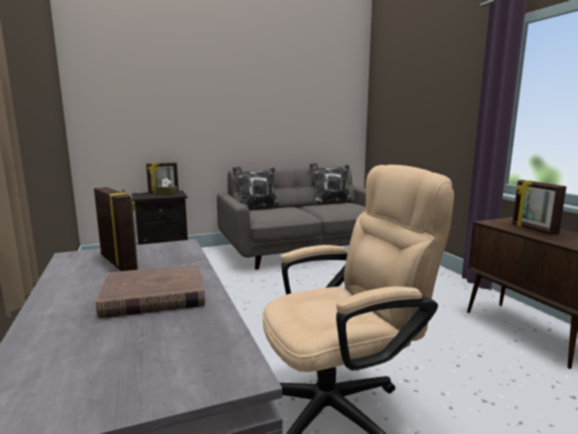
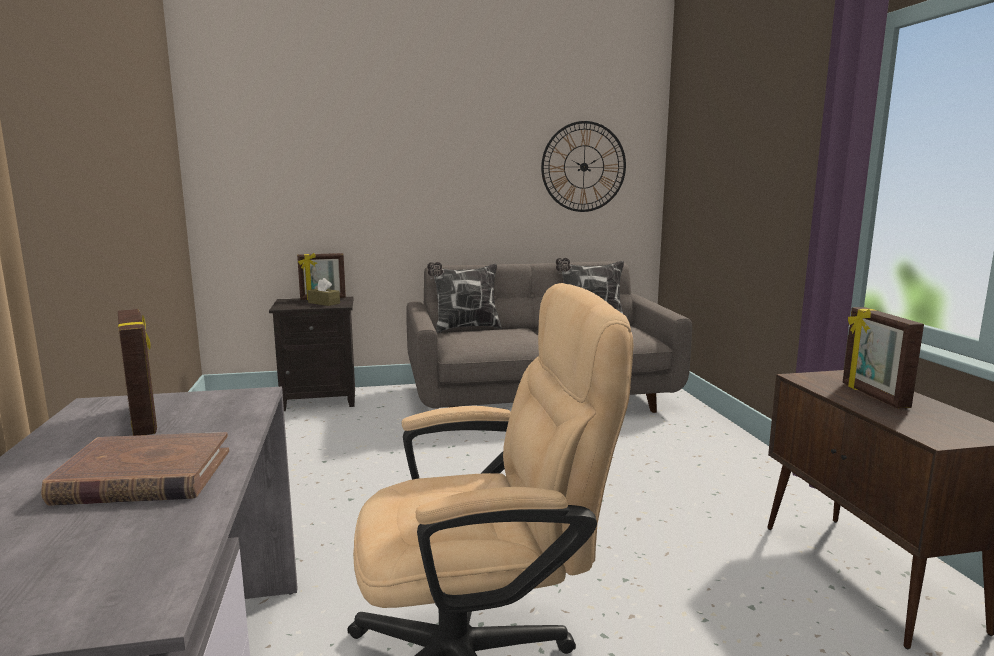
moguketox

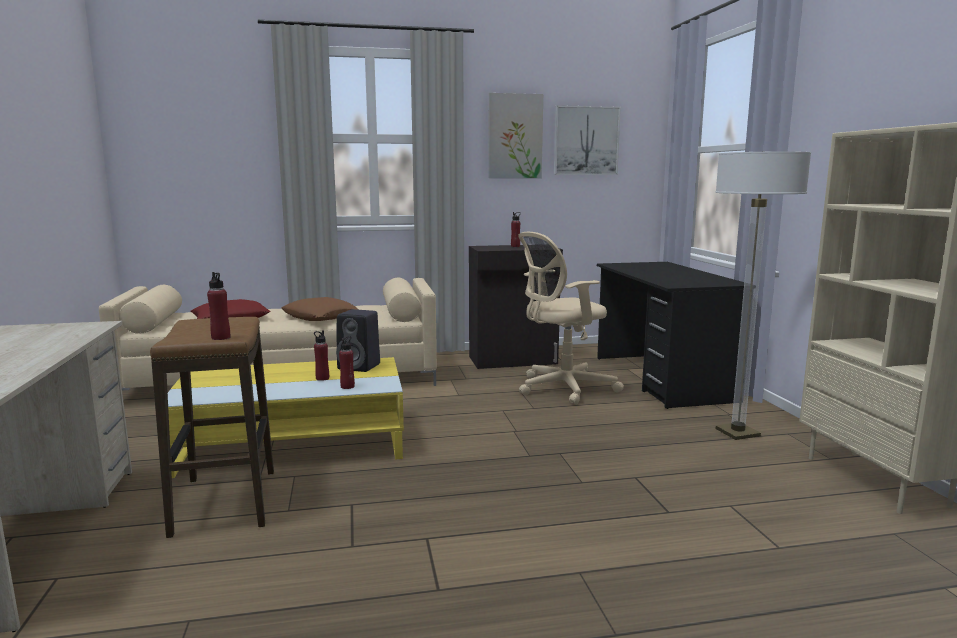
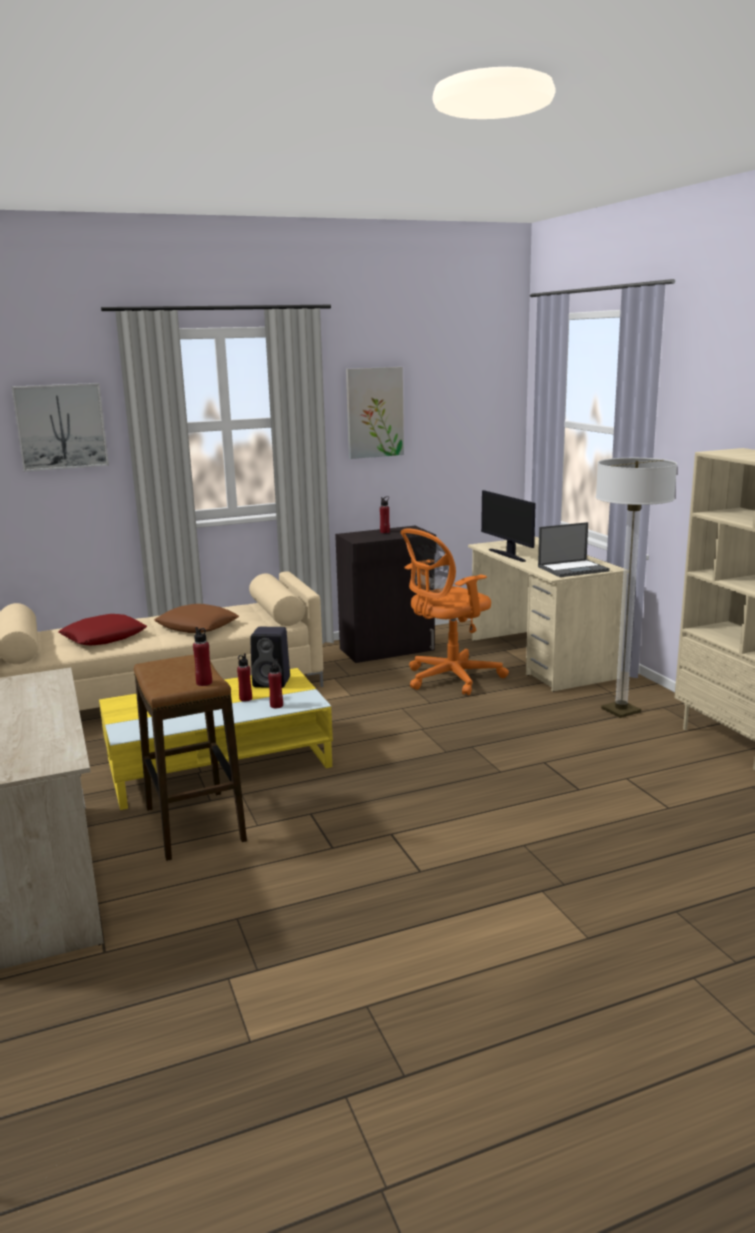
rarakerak
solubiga
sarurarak (1st from left)
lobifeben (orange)
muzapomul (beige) (2nd from left)

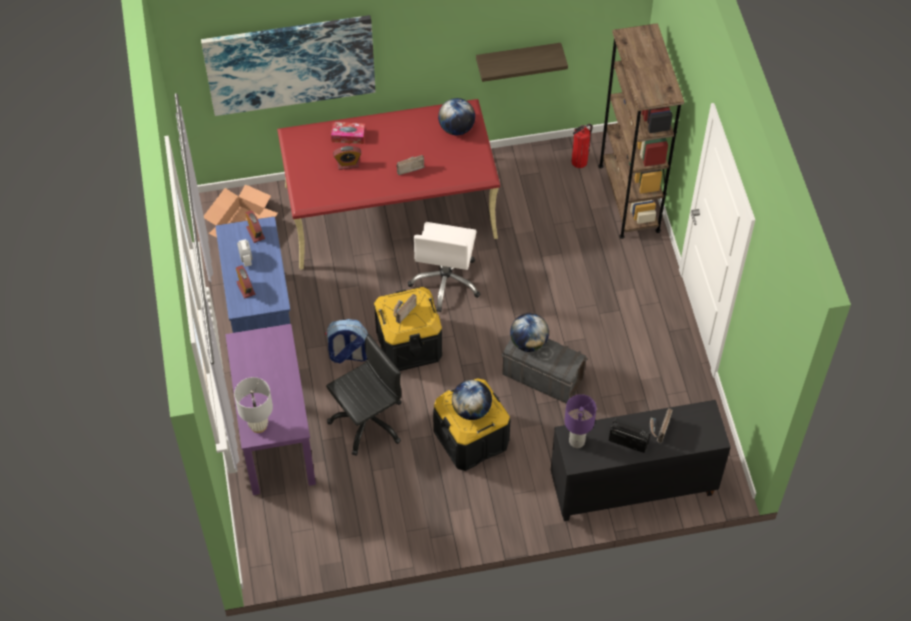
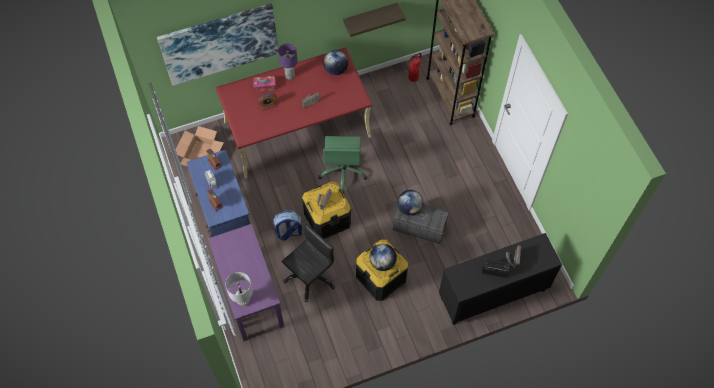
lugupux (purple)
lobifeben (green)

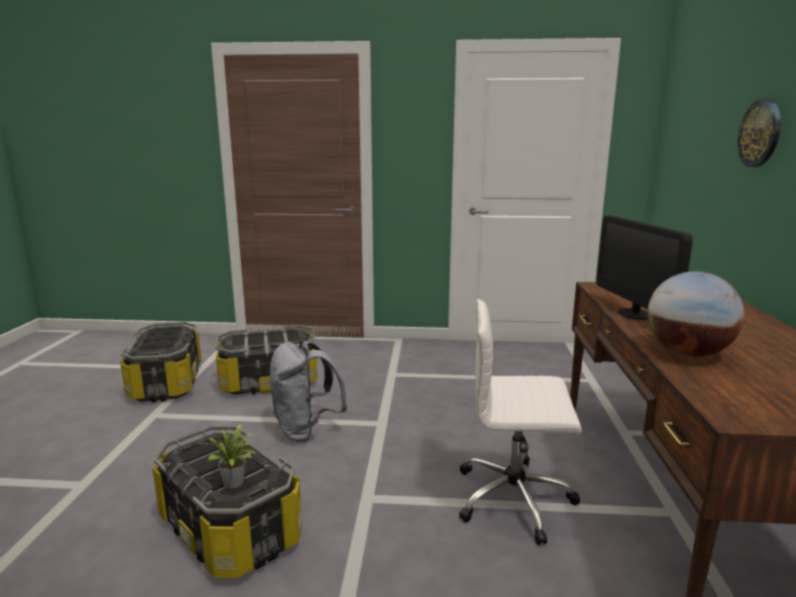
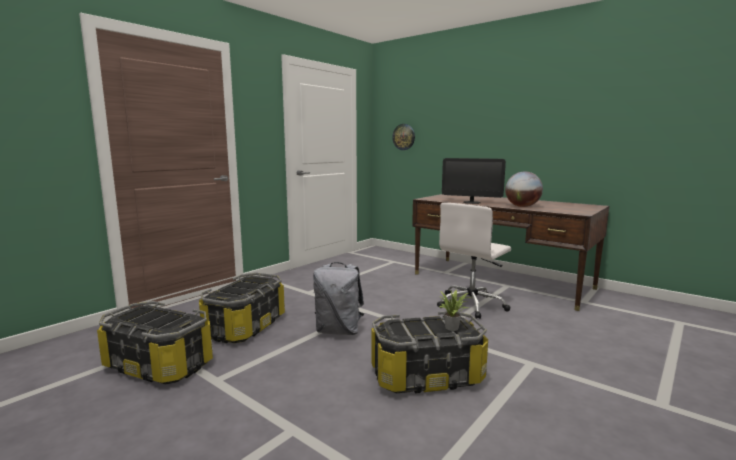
moguketox

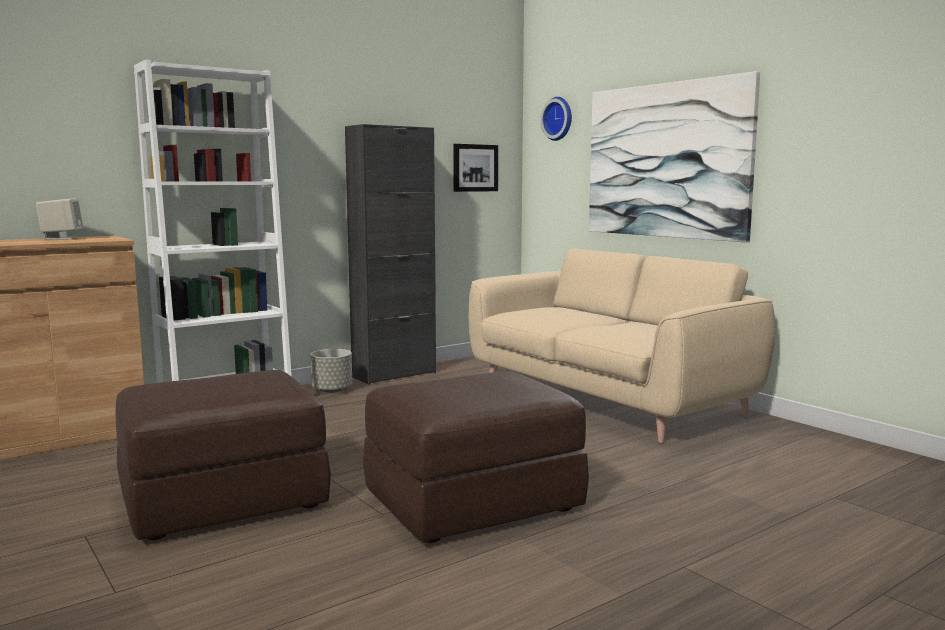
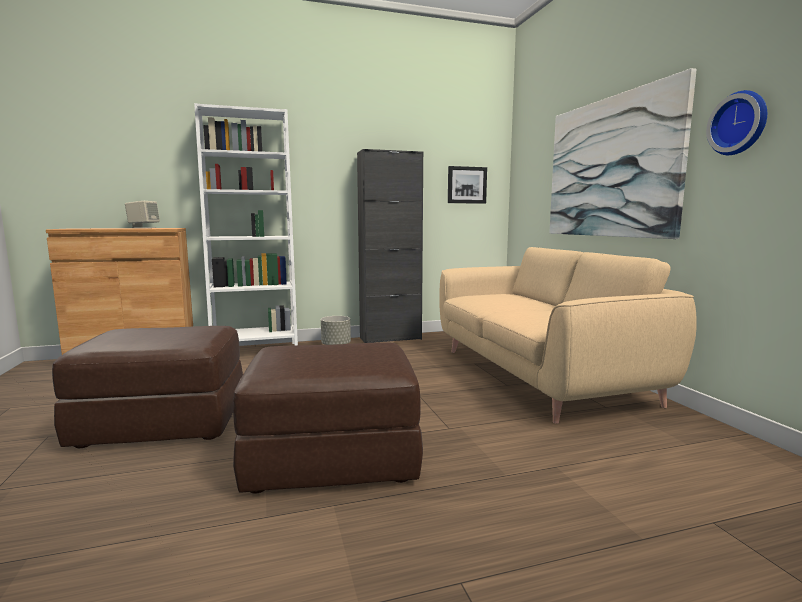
moguketox

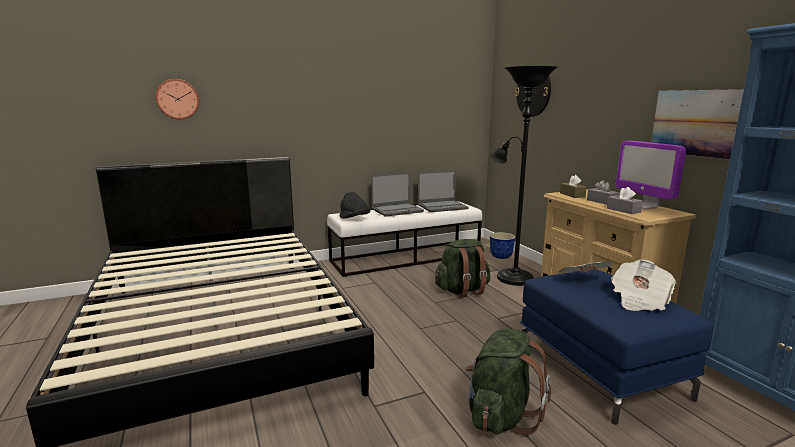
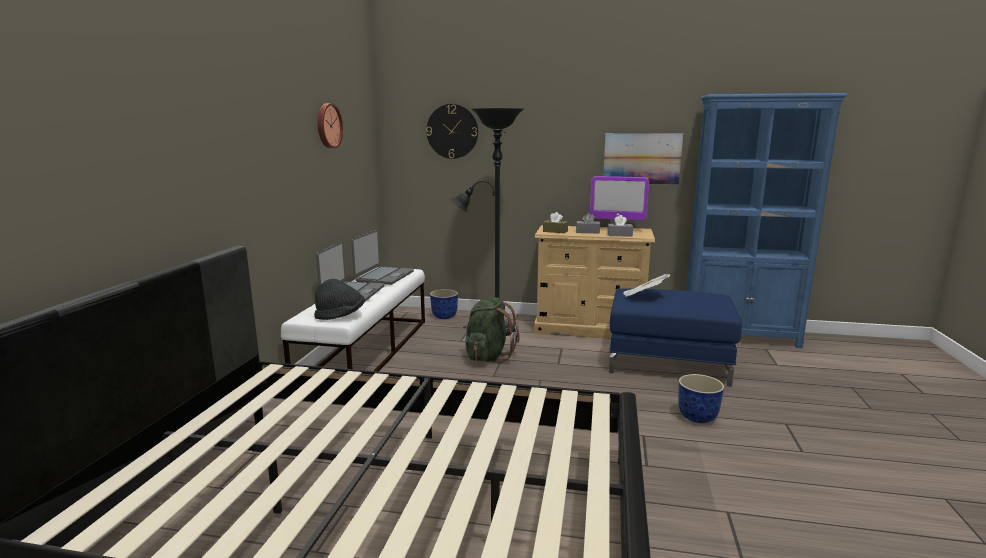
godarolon (2nd from left in the first image)
moguketox (1st from left)
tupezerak (2nd from left)

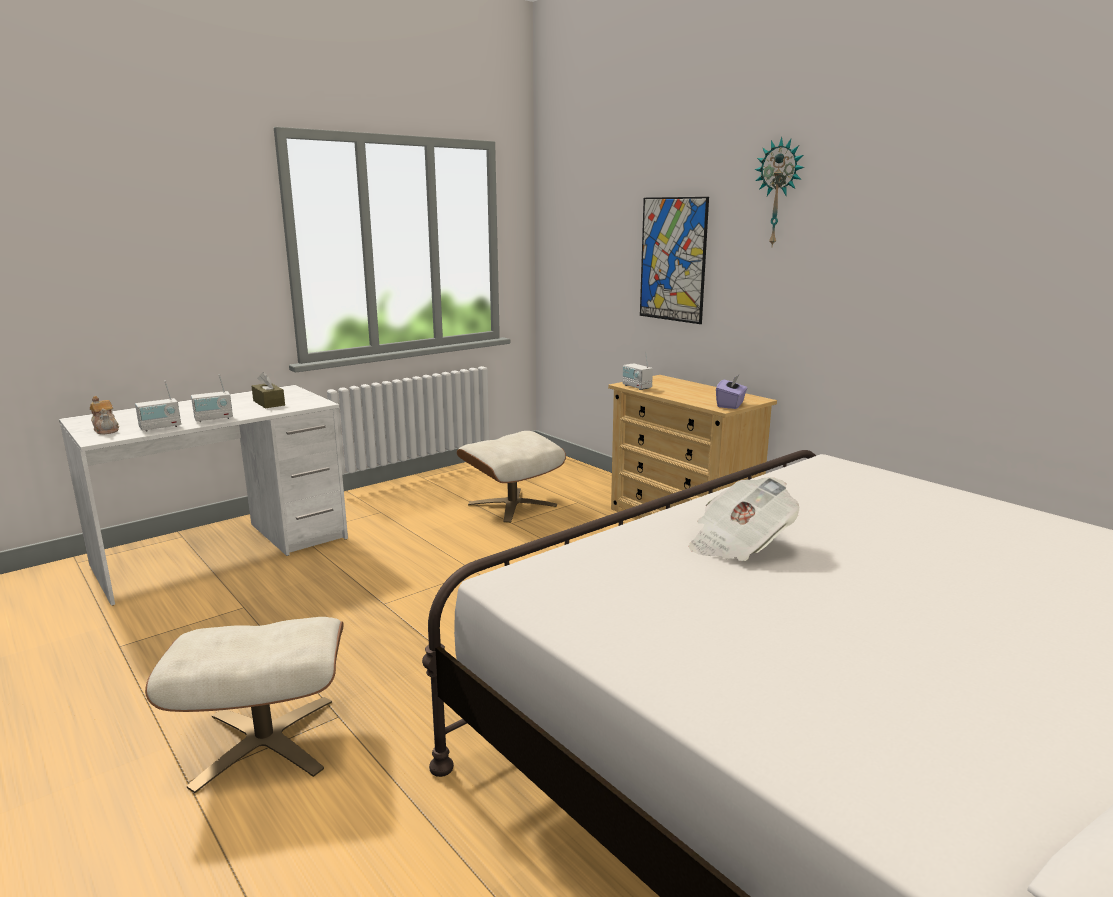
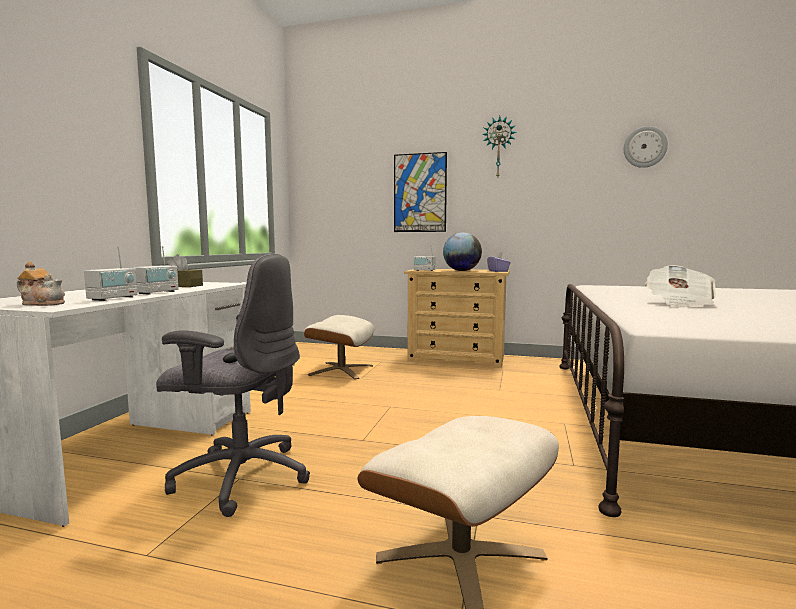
lobifeben (grey)
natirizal
moguketox (2nd from left)

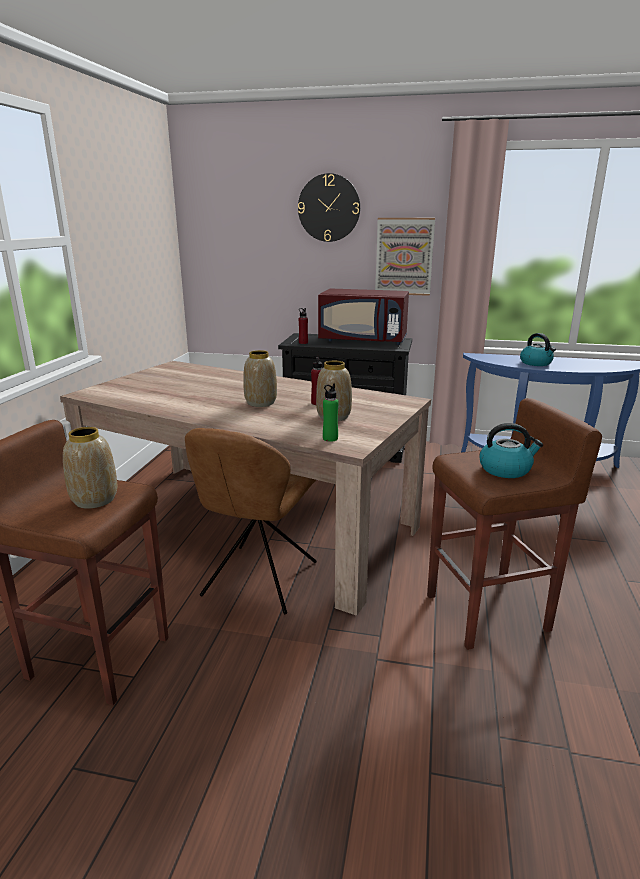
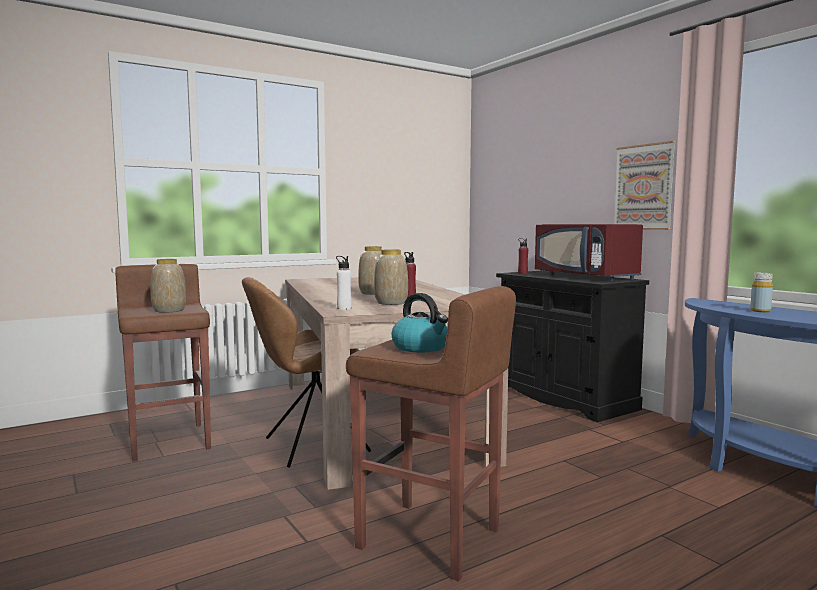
moguketox
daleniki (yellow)
daleniki (white)

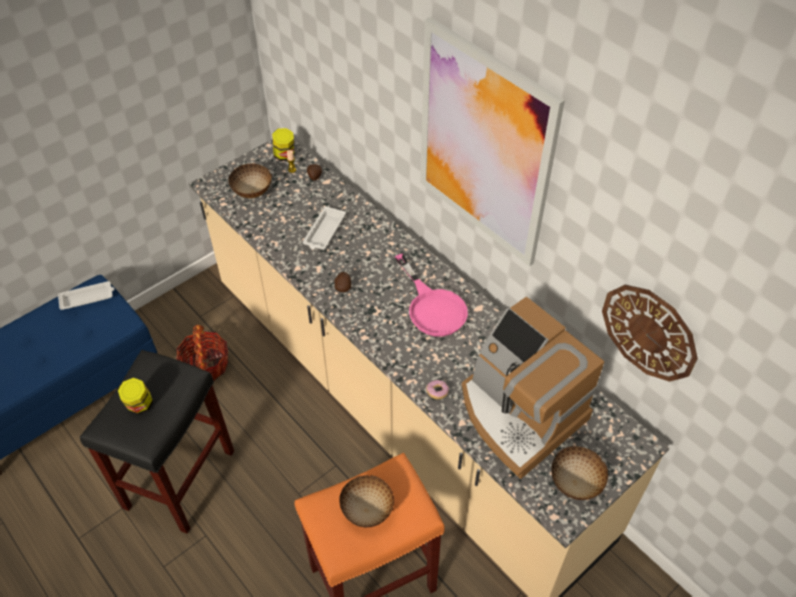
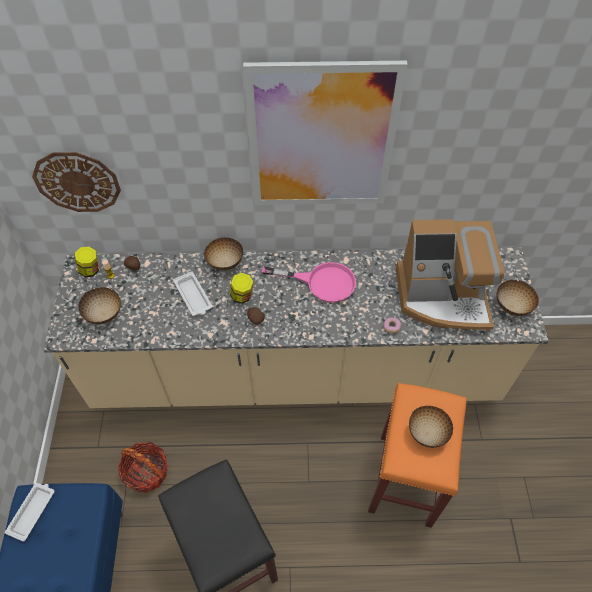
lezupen (2nd from left)
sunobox (2nd from left)
moguketox

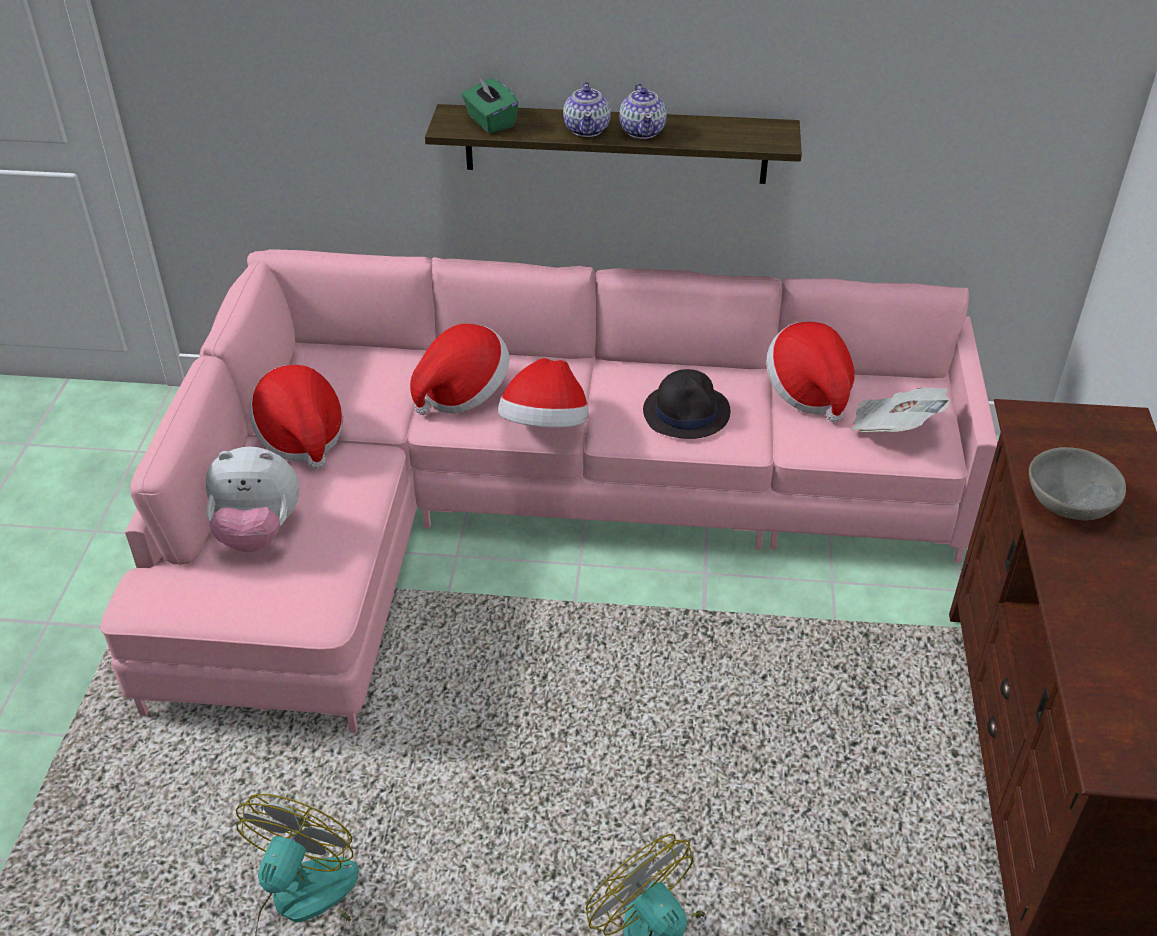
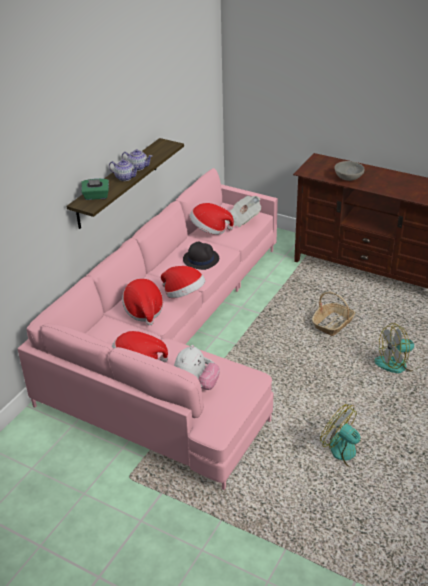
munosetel

